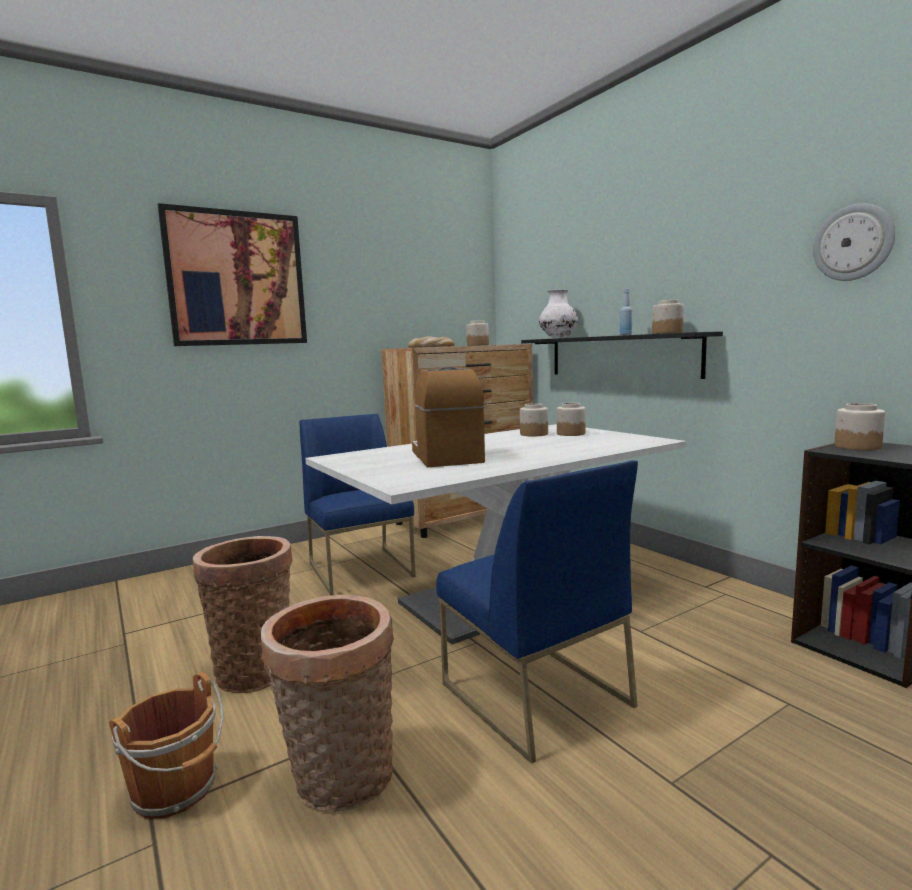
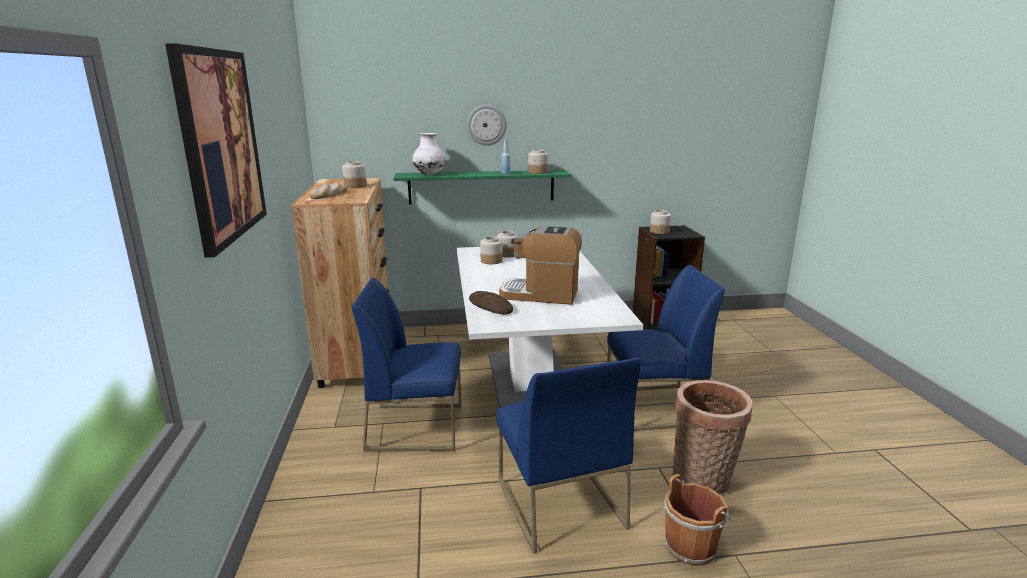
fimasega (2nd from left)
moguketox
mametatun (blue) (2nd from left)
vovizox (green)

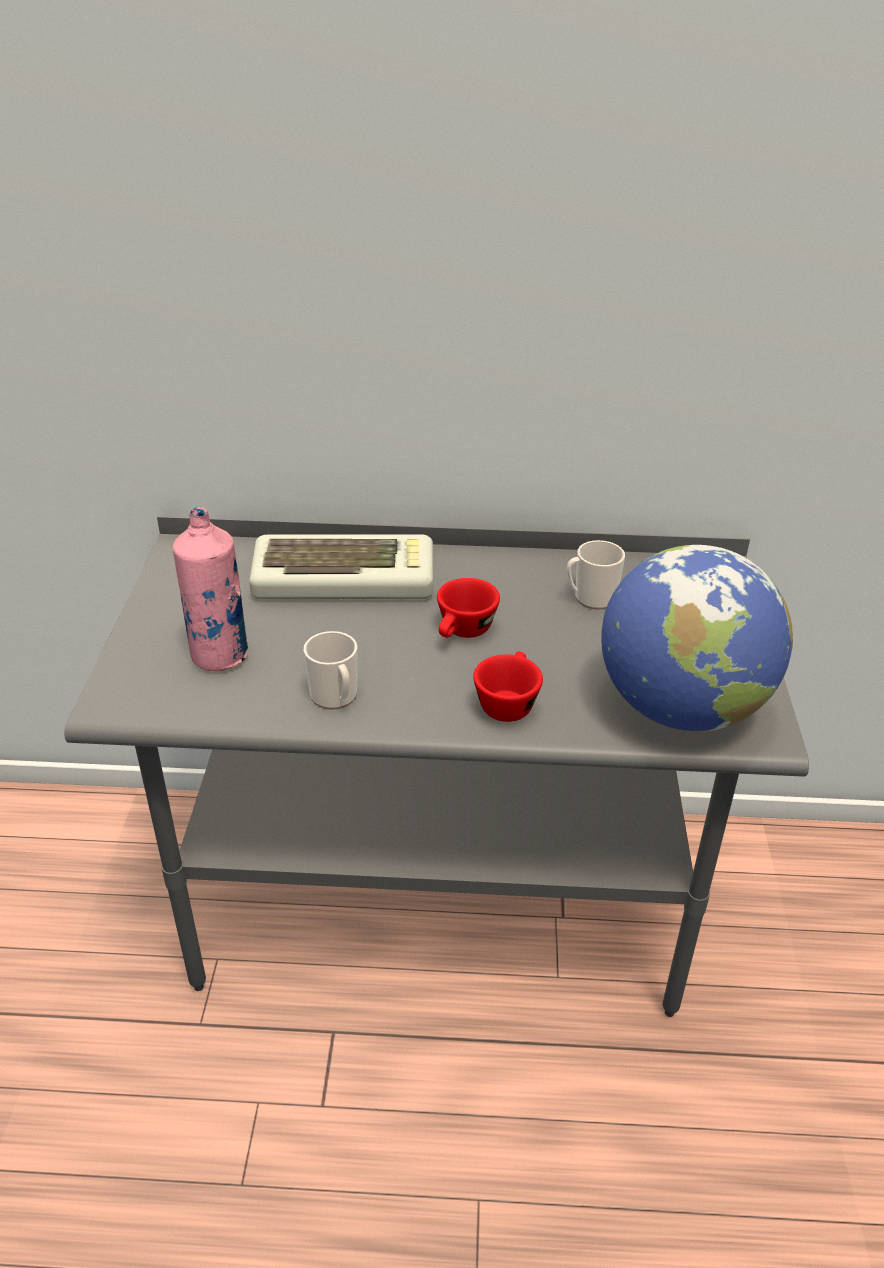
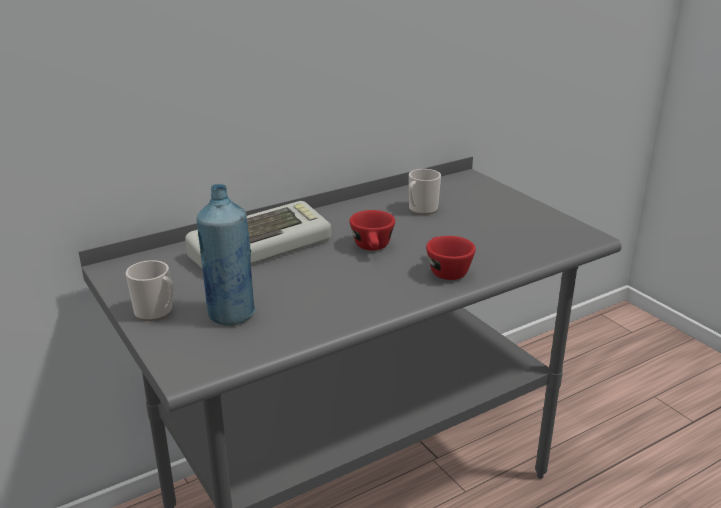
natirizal
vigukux (1st from left)
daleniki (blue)

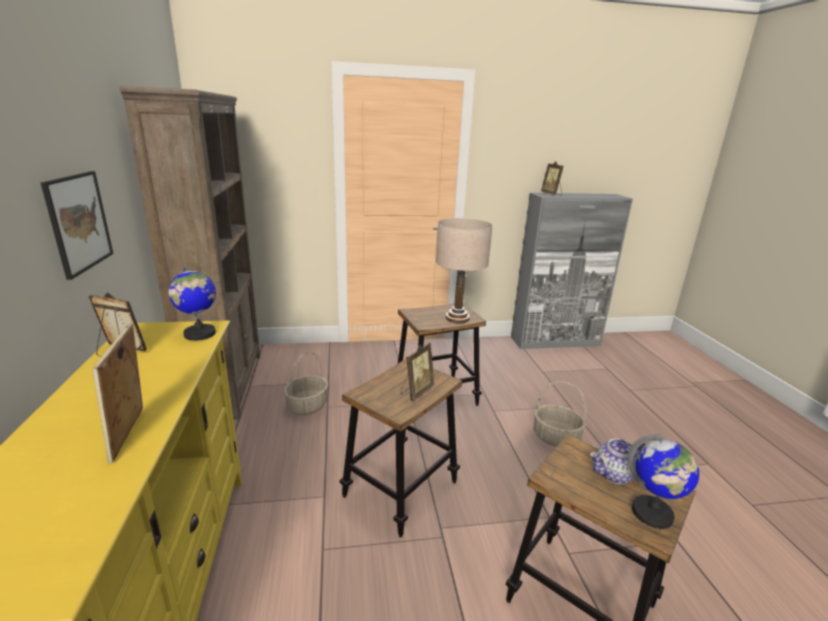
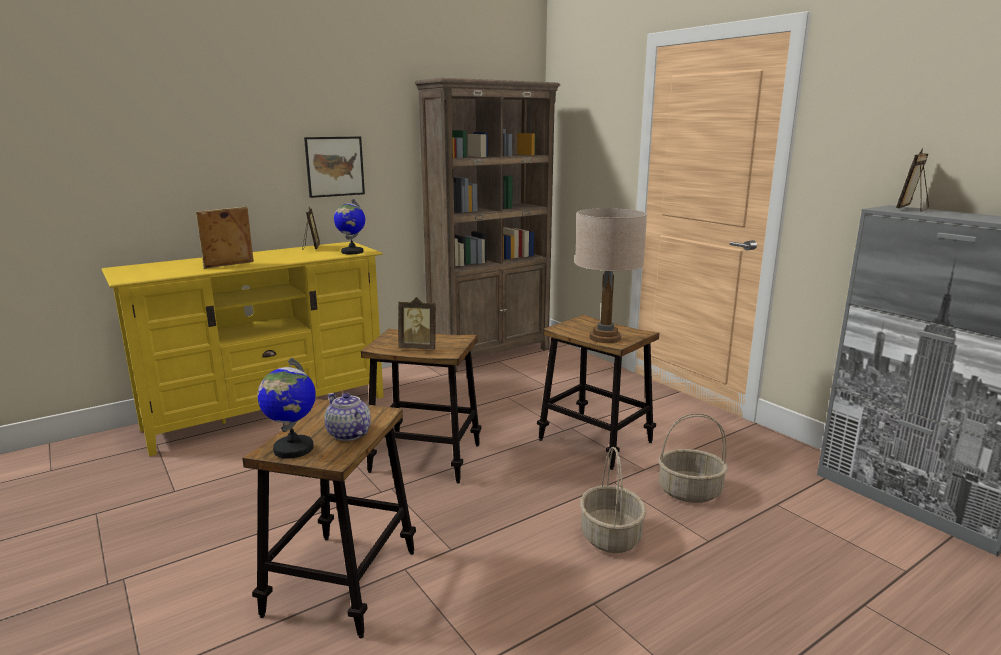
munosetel (2nd from left)

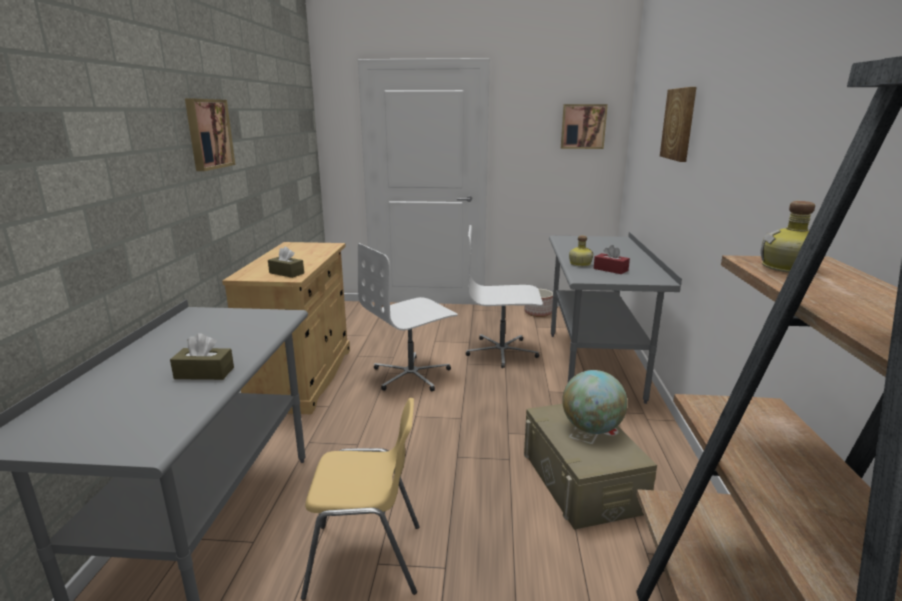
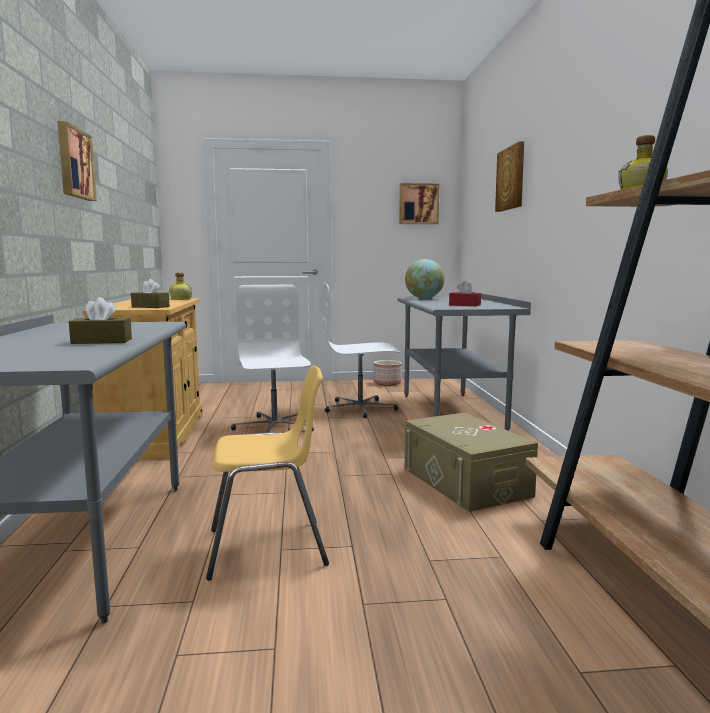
natirizal
daleniki (1st from left)
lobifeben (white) (1st from left)

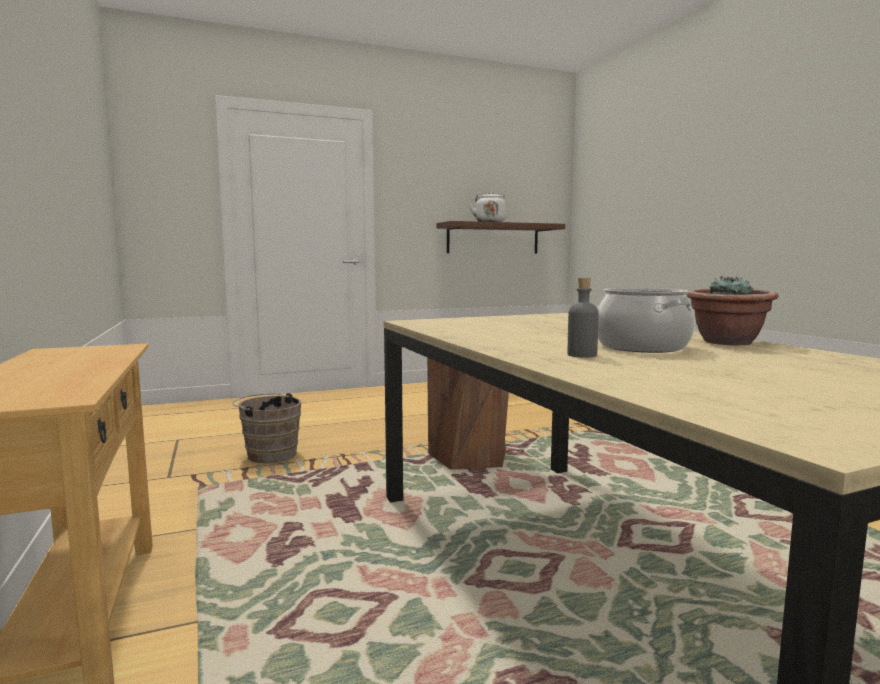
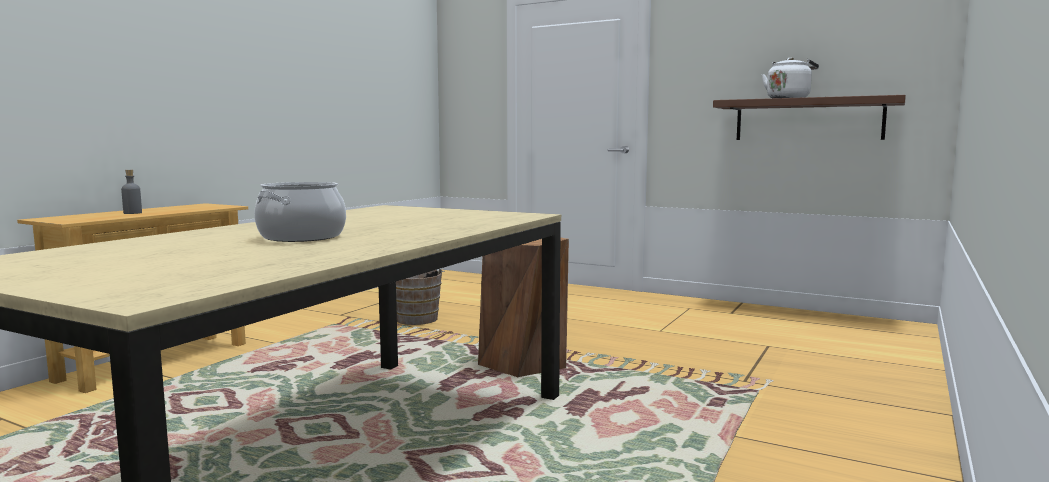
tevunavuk
daleniki (grey)

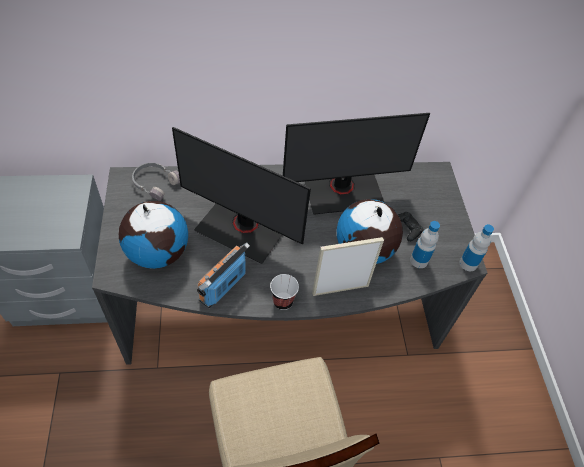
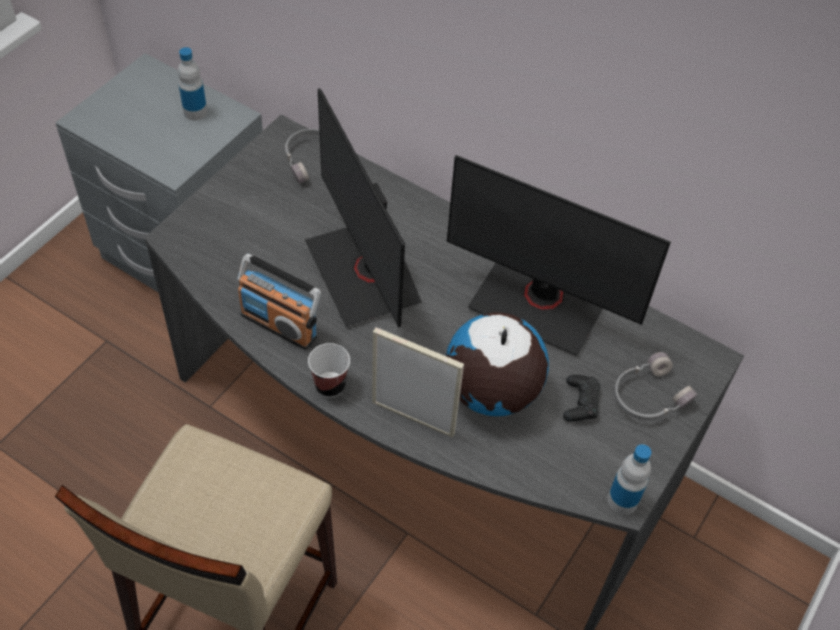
natirizal (1st from left in the first image)
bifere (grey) (2nd from left)
daleniki (1st from left)
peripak

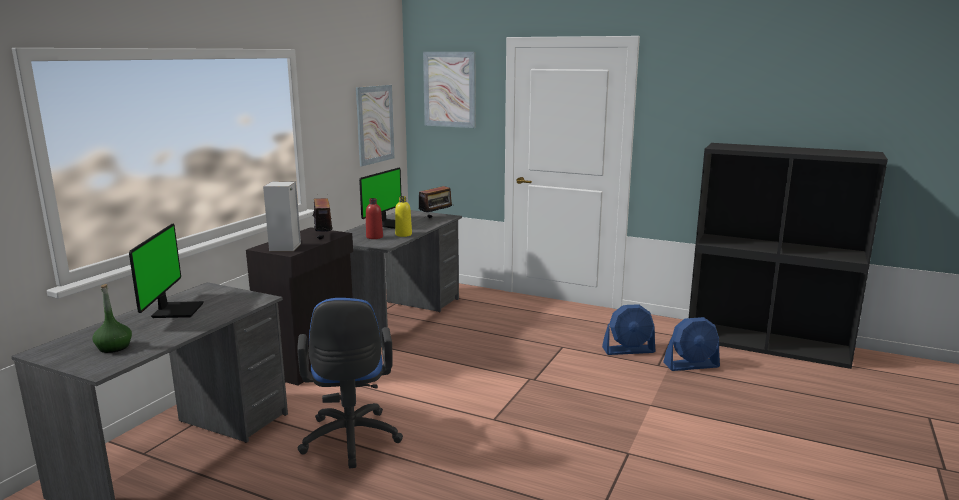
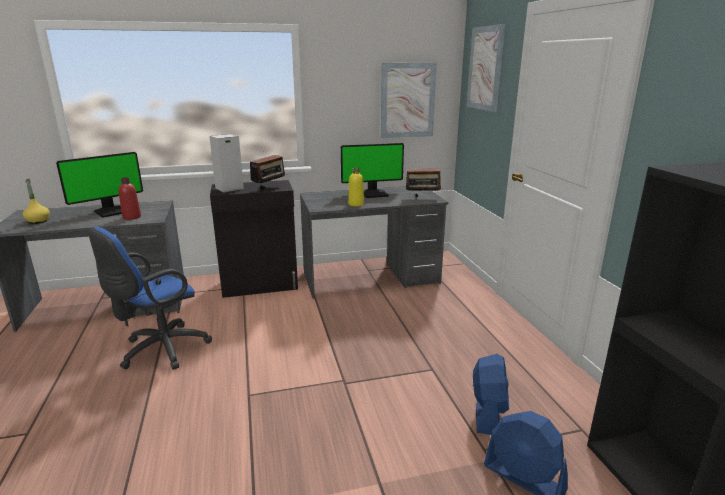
daleniki (red)
daleniki (yellow) (1st from left)
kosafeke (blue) (1st from left)

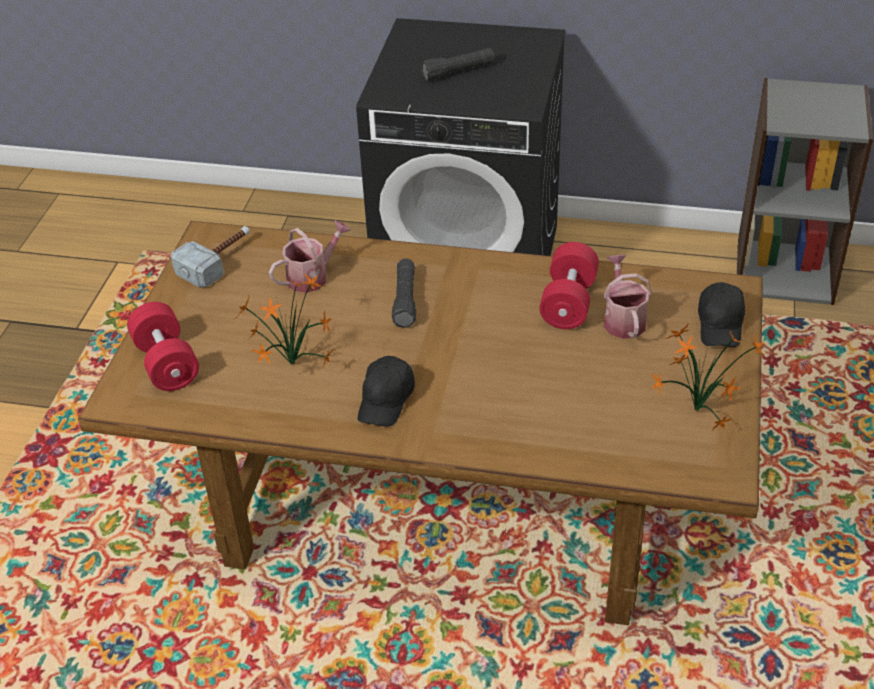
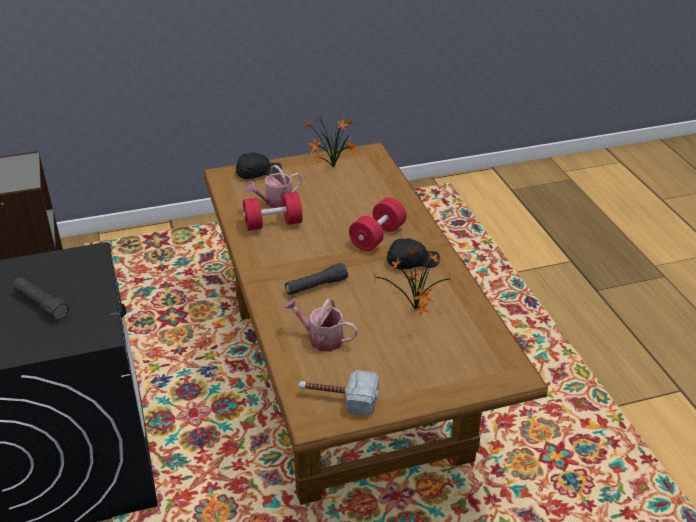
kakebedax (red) (2nd from left)

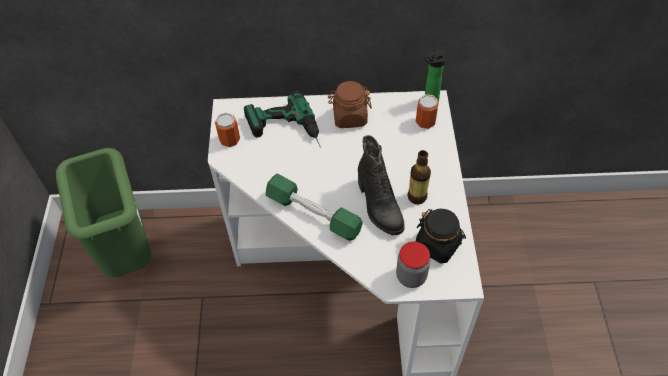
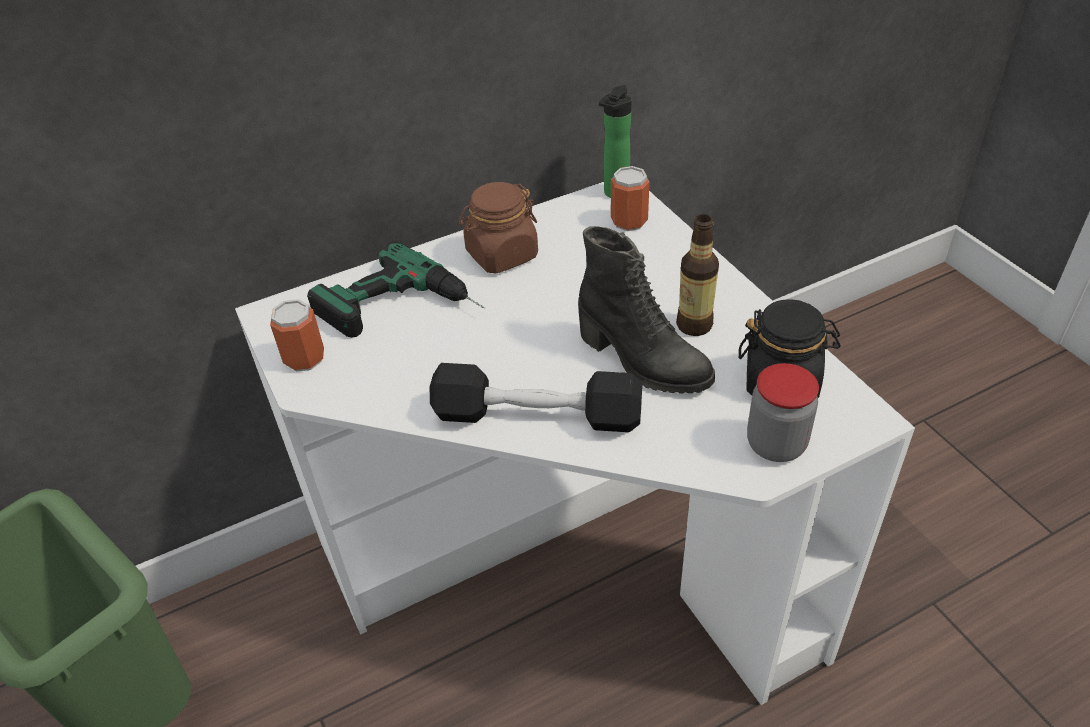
kakebedax (black)

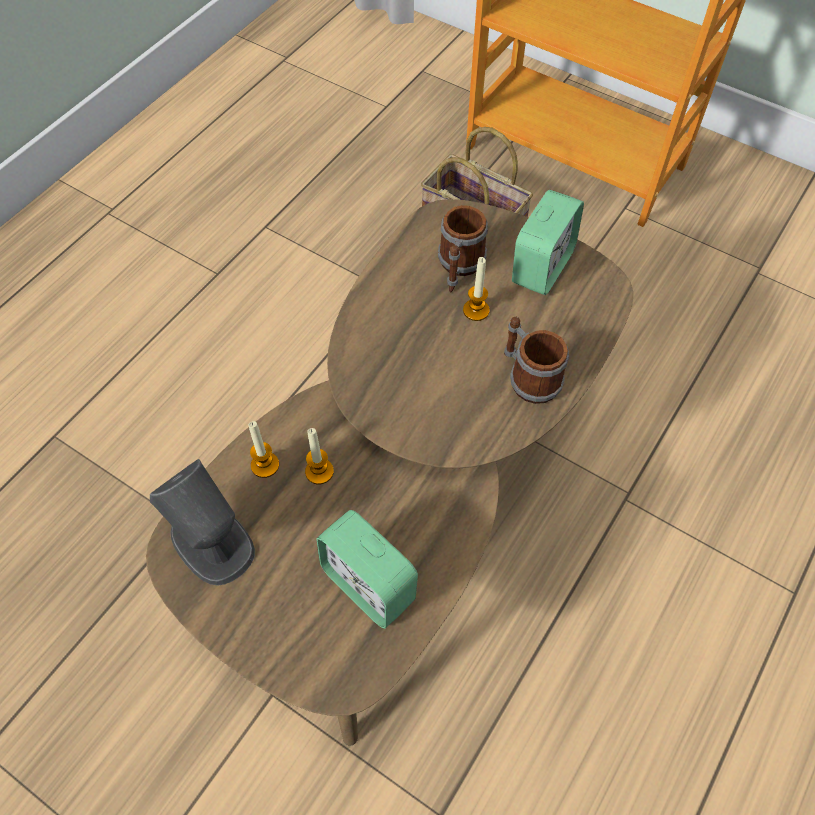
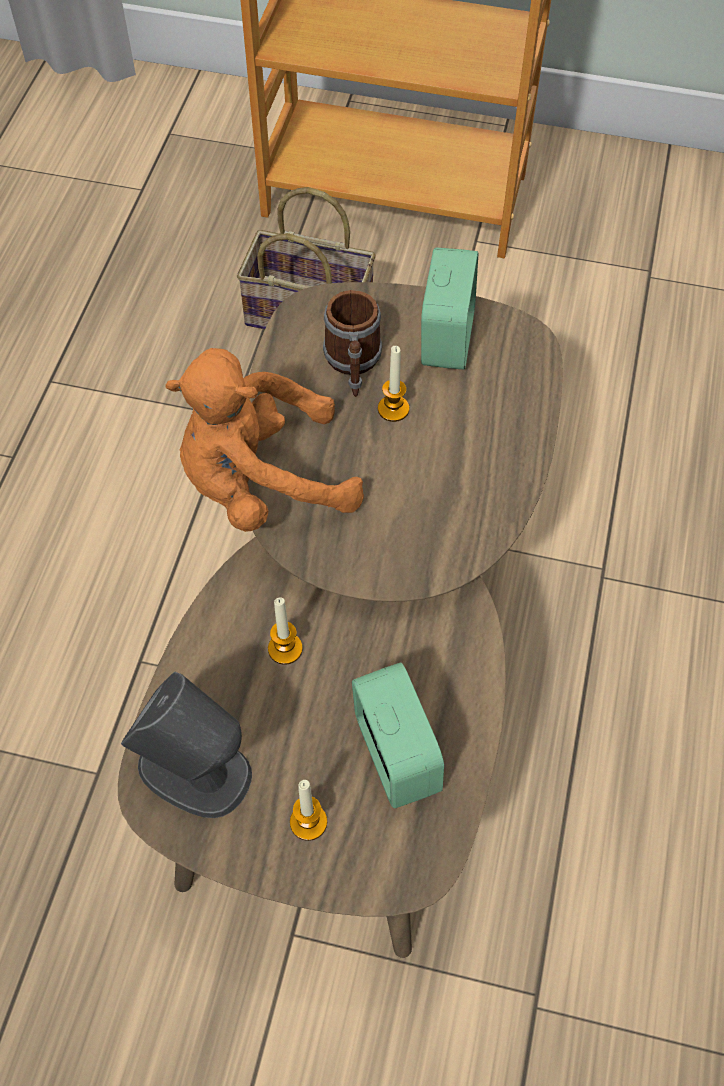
vigukux (2nd from left in the first image)
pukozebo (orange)
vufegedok (2nd from left)
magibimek (1st from left)

